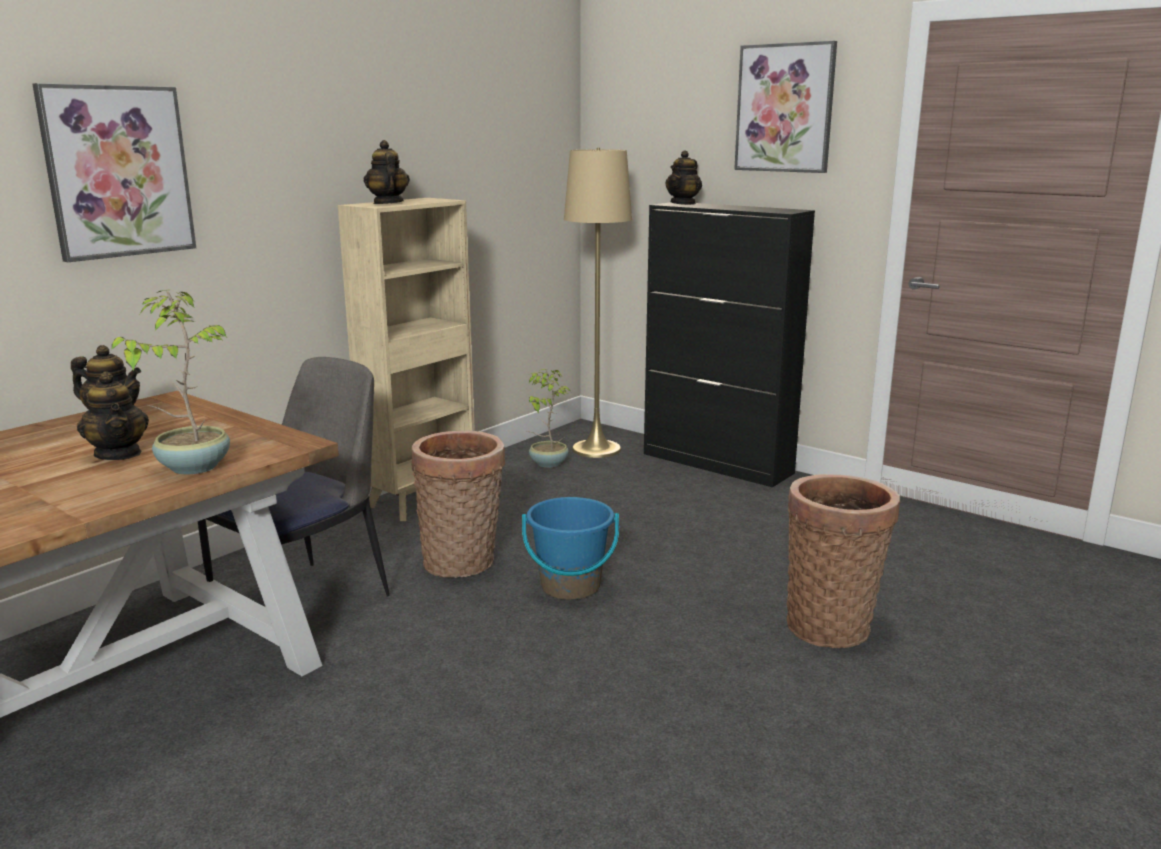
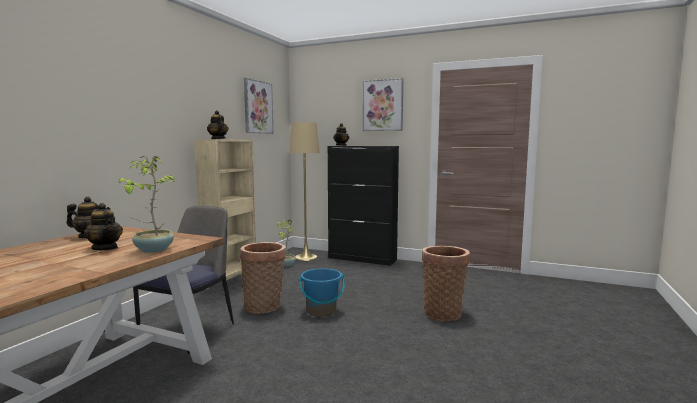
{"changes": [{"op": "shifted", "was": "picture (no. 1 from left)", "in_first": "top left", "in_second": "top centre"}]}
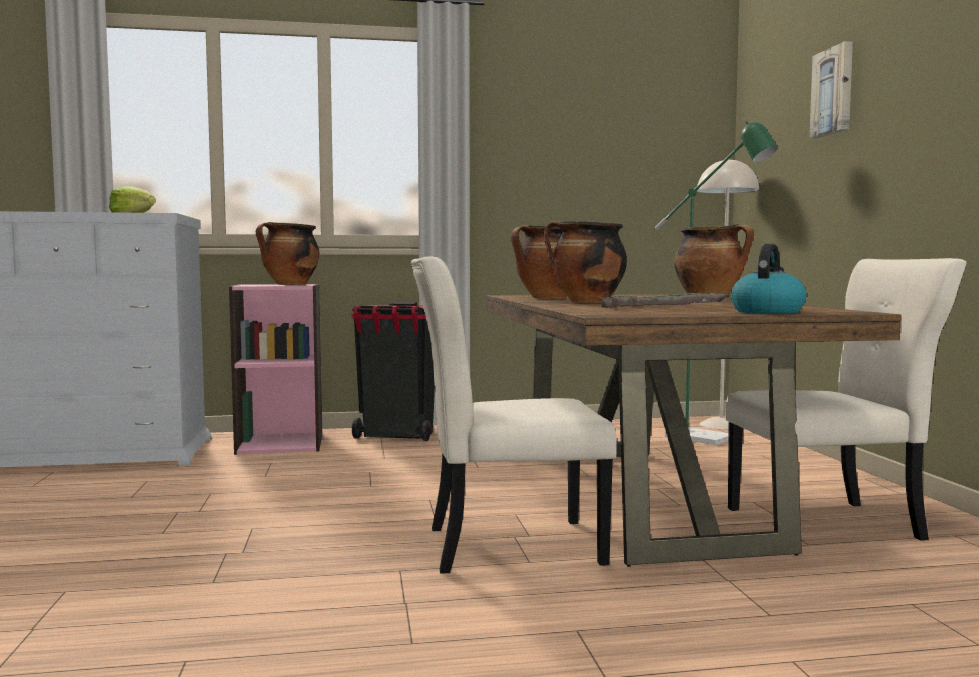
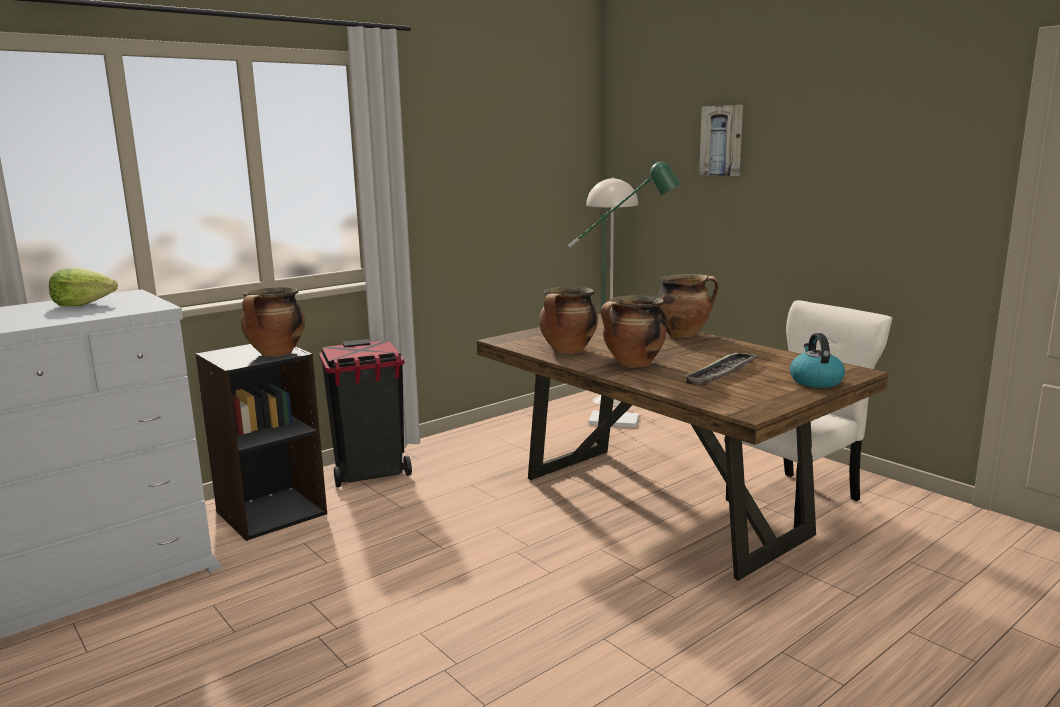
{"changes": [{"op": "gone", "was": "beige chair (no. 1 from left)", "in_first": "centre"}, {"op": "repainted", "was": "pink bookcase", "now": "black bookcase", "in_first": "middle left", "in_second": "middle left"}]}
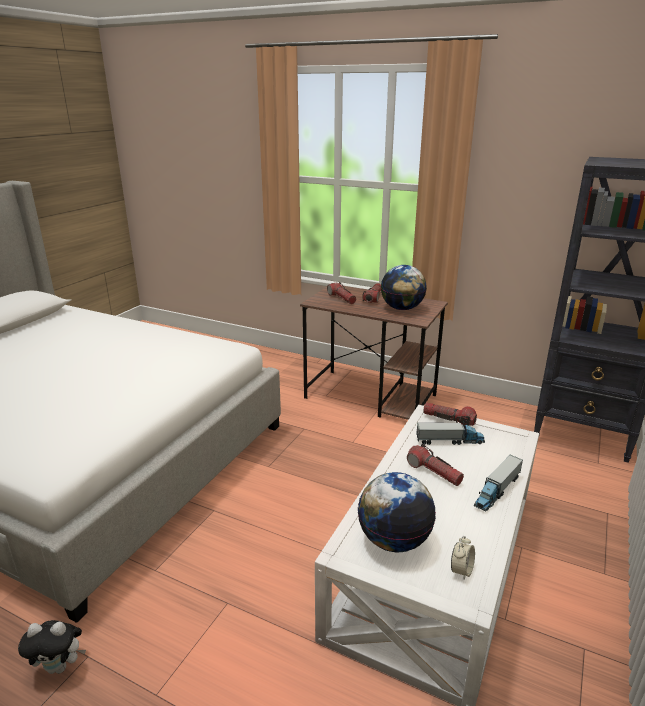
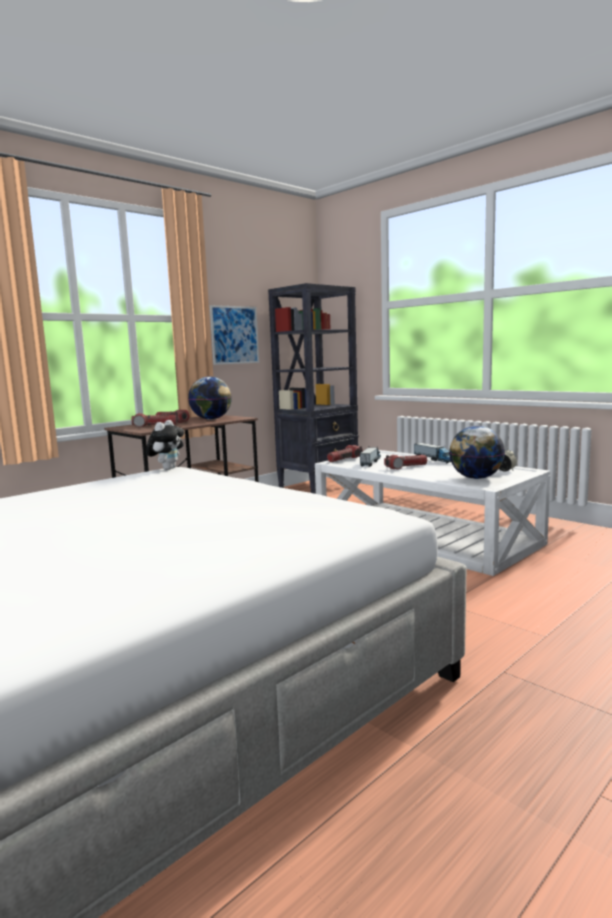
{"changes": [{"op": "shifted", "was": "plush toy", "in_first": "bottom left", "in_second": "middle left"}, {"op": "new", "now": "picture", "in_second": "centre"}]}
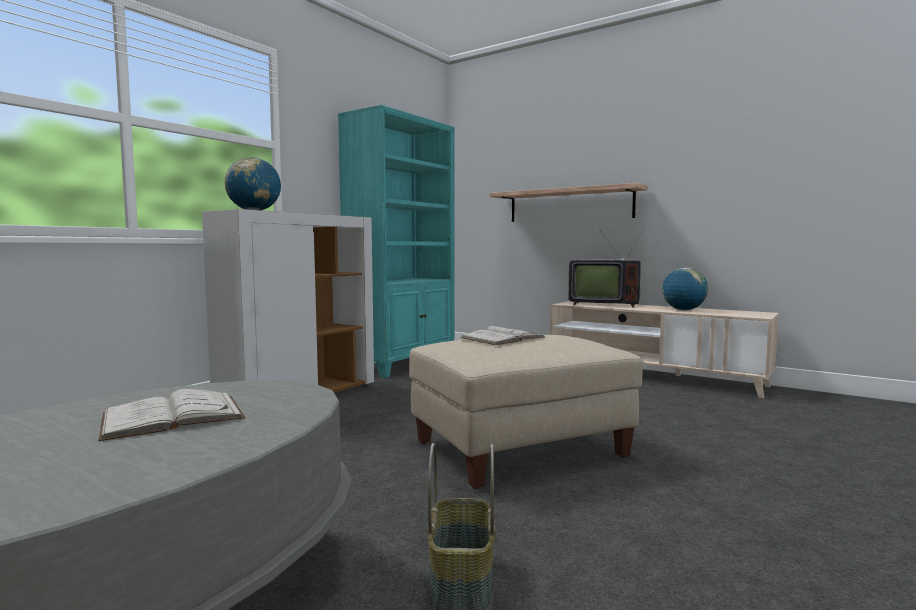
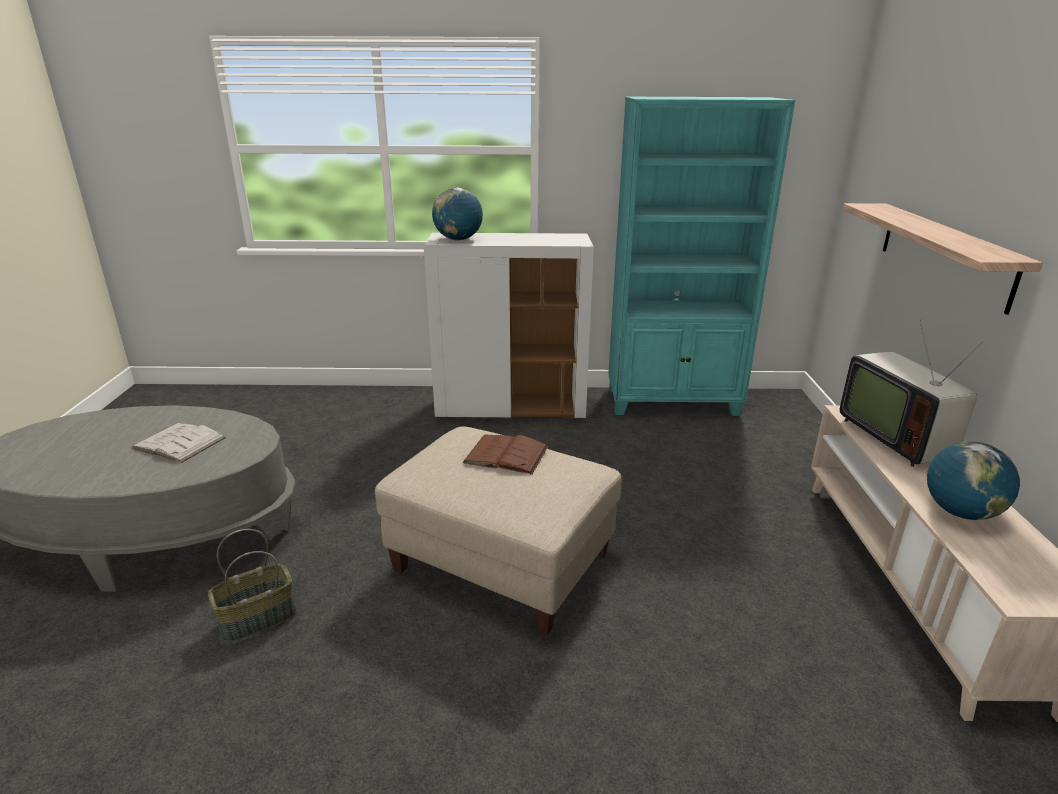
{"changes": [{"op": "repainted", "was": "white book (no. 2 from left)", "now": "brown book", "in_first": "centre", "in_second": "centre"}]}
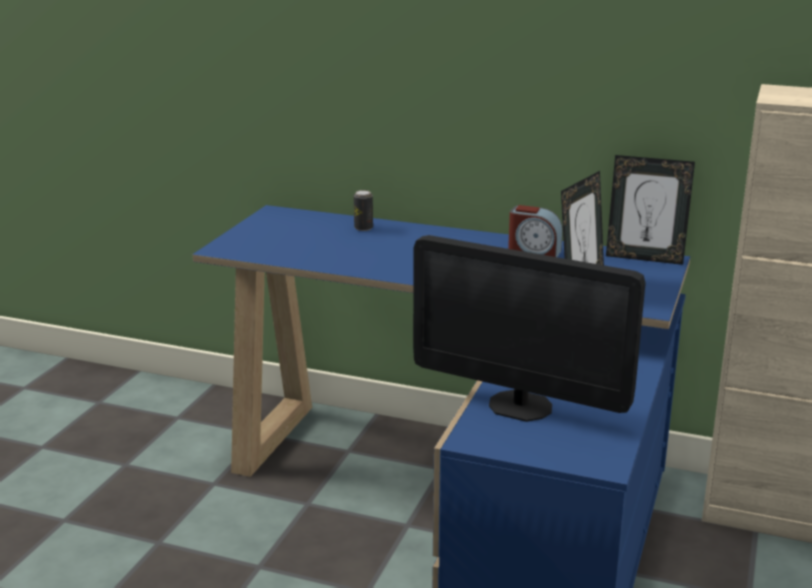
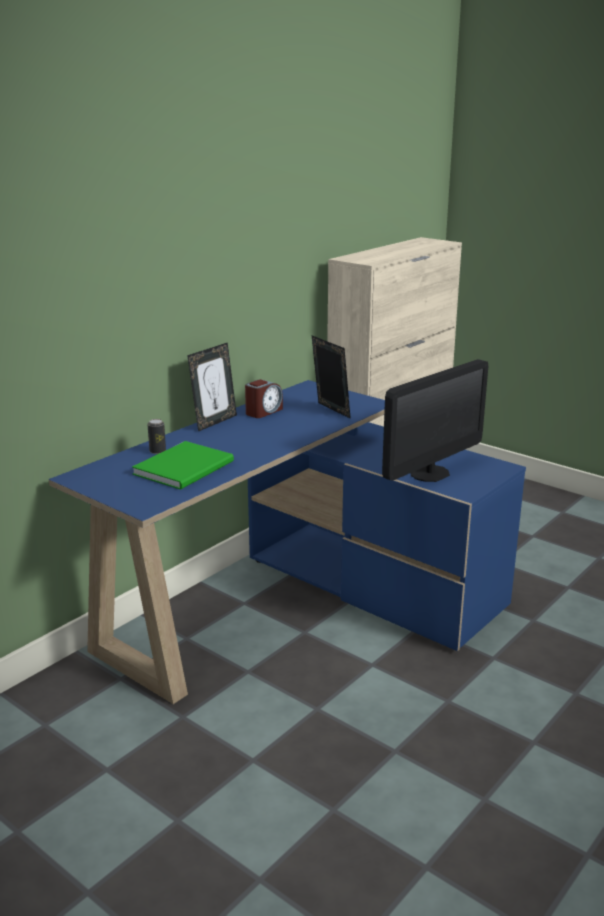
{"changes": [{"op": "shifted", "was": "picture frame (no. 2 from left in the first image)", "now": "picture frame (no. 1 from left)", "in_first": "middle right", "in_second": "centre"}, {"op": "new", "now": "green book", "in_second": "middle left"}]}
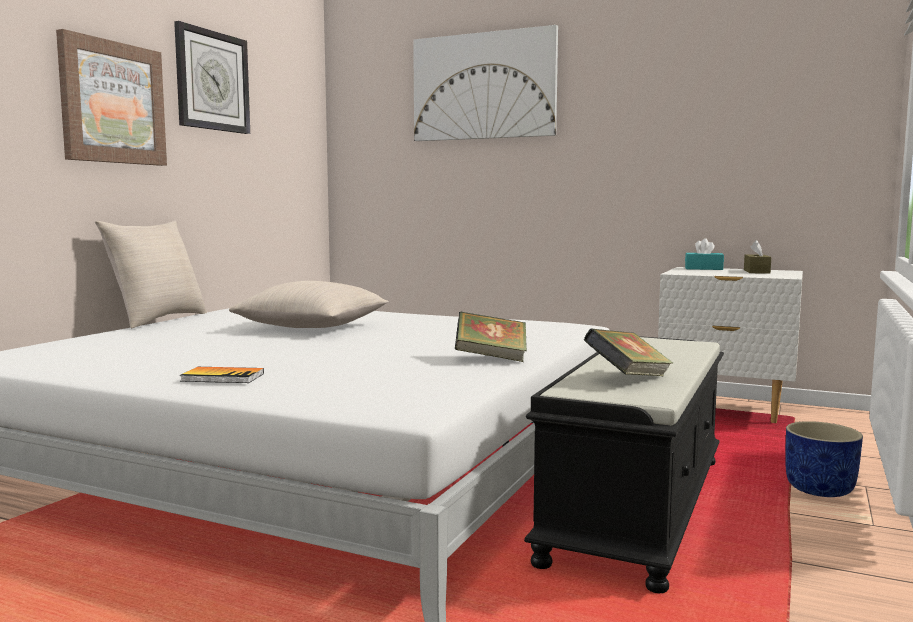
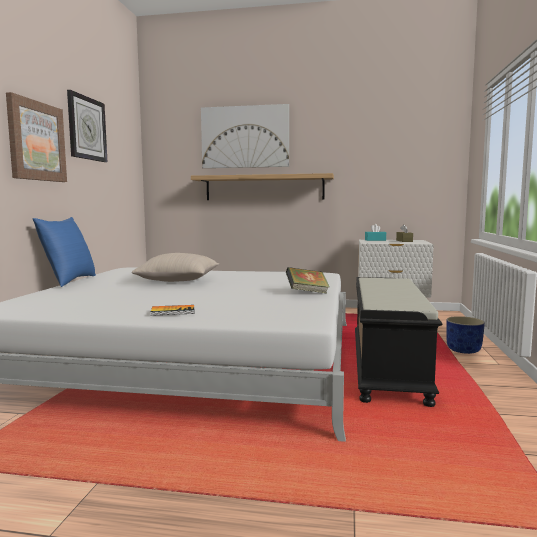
{"changes": [{"op": "repainted", "was": "beige pillow (no. 1 from left)", "now": "blue pillow", "in_first": "middle left", "in_second": "middle left"}, {"op": "gone", "was": "book (no. 3 from left)", "in_first": "middle right"}, {"op": "new", "now": "shelf", "in_second": "centre"}]}
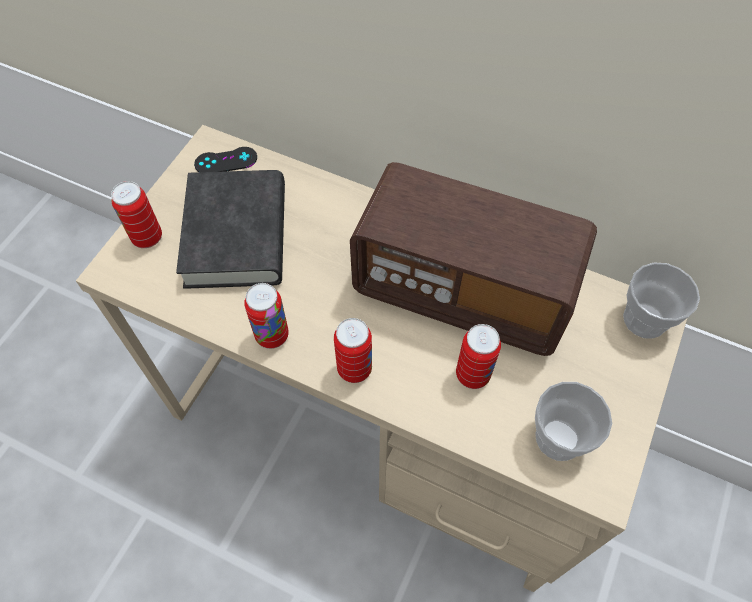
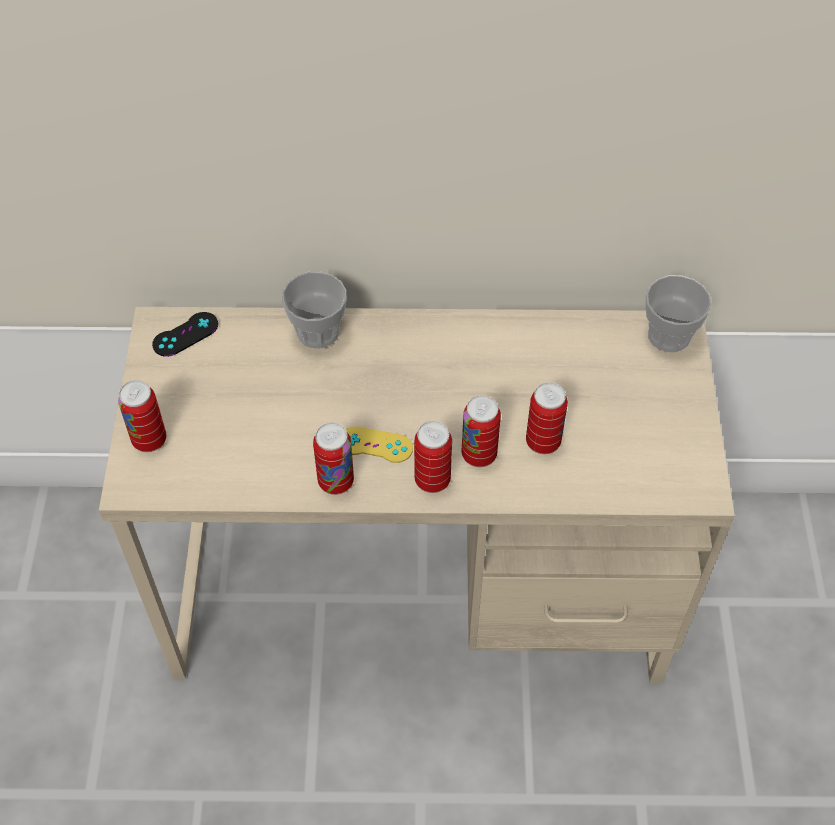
{"changes": [{"op": "gone", "was": "radio", "in_first": "centre"}, {"op": "gone", "was": "black book", "in_first": "middle left"}, {"op": "shifted", "was": "cup (no. 1 from left)", "in_first": "bottom right", "in_second": "centre"}, {"op": "new", "now": "can (no. 4 from left)", "in_second": "centre"}, {"op": "new", "now": "yellow game controller", "in_second": "centre"}]}
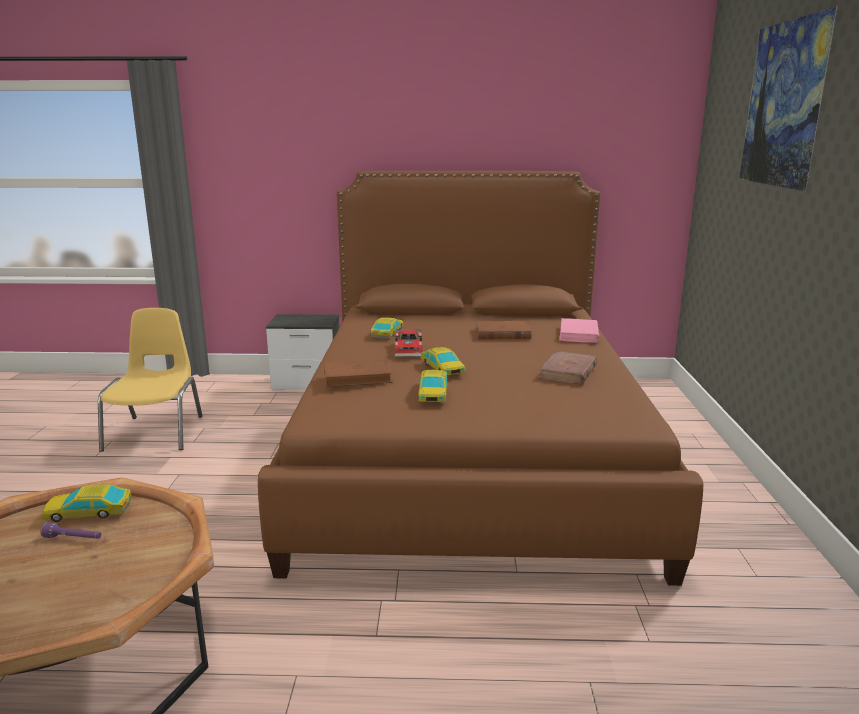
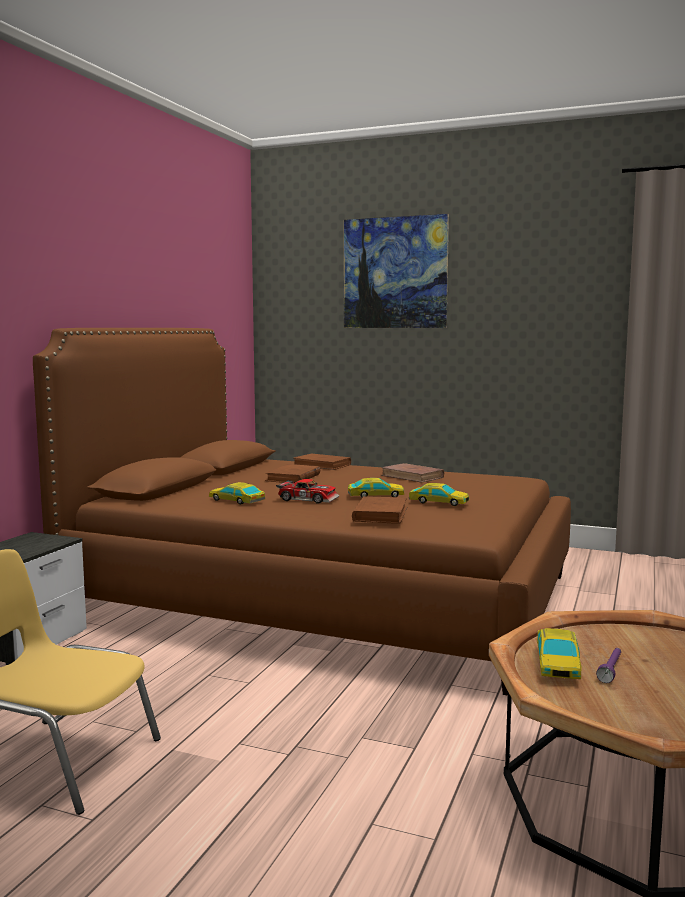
{"changes": [{"op": "repainted", "was": "pink book", "now": "brown book (no. 2 from left)", "in_first": "middle right", "in_second": "centre"}]}
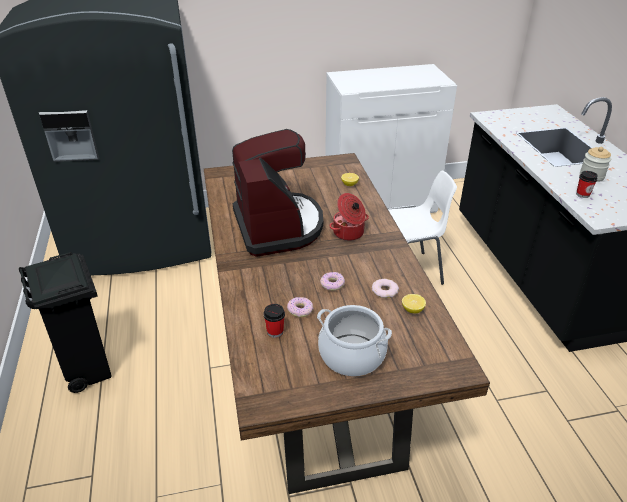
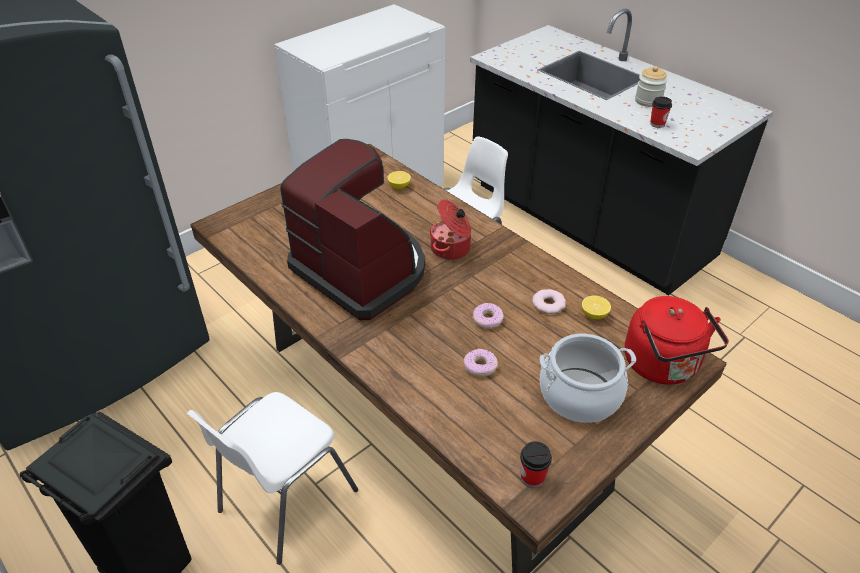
{"changes": [{"op": "shifted", "was": "cup (no. 1 from left)", "in_first": "centre", "in_second": "bottom centre"}, {"op": "new", "now": "red kettle", "in_second": "middle right"}, {"op": "new", "now": "white chair (no. 1 from left)", "in_second": "bottom left"}]}
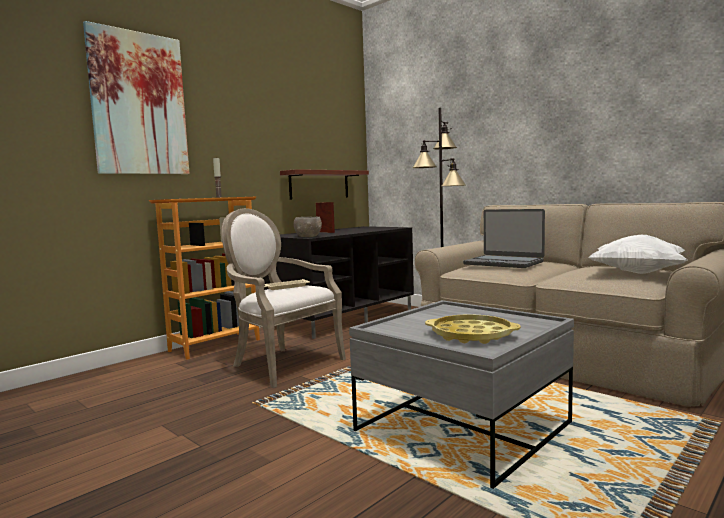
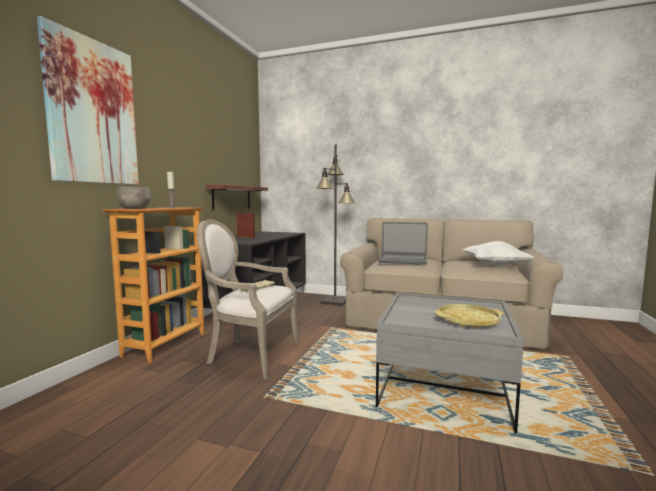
{"changes": [{"op": "shifted", "was": "grey bowl", "in_first": "centre", "in_second": "middle left"}]}
